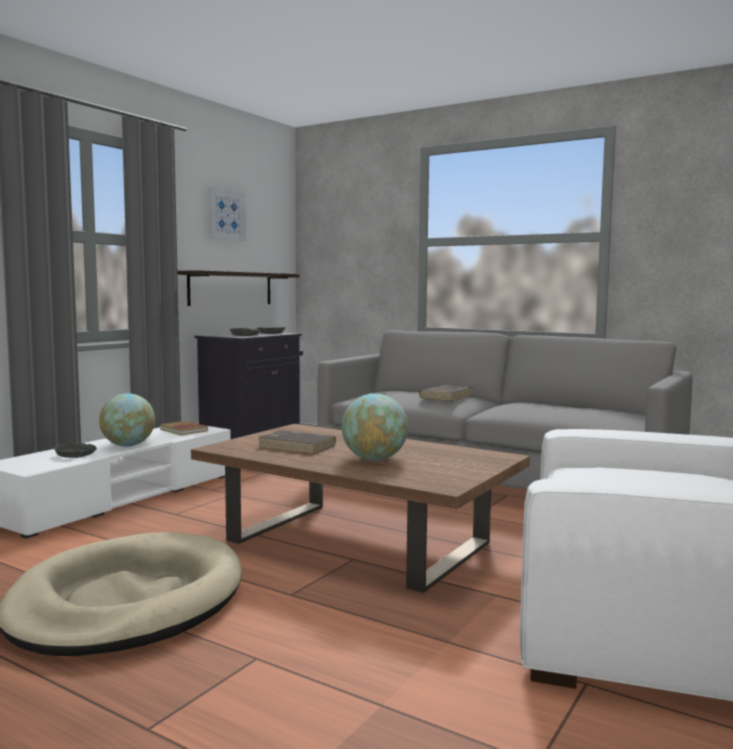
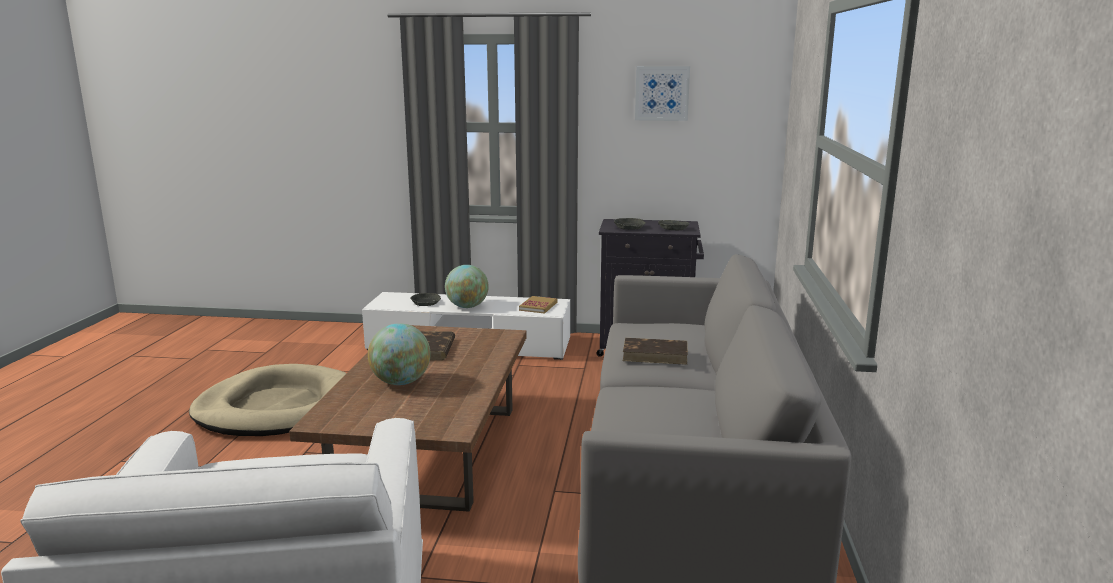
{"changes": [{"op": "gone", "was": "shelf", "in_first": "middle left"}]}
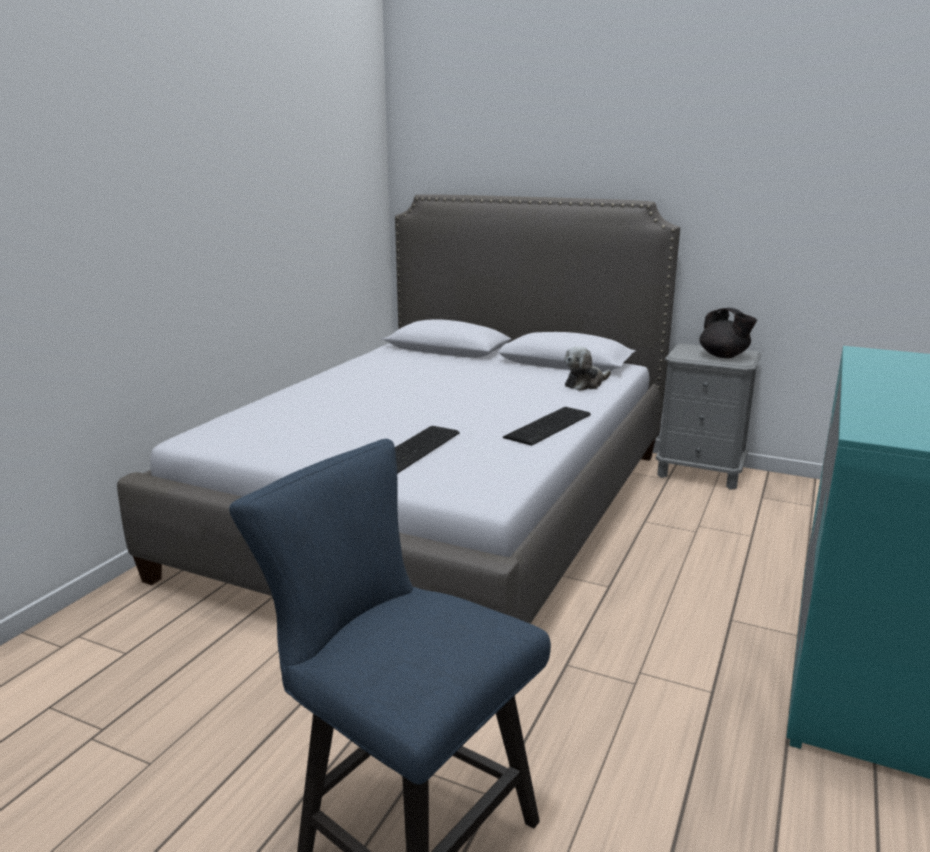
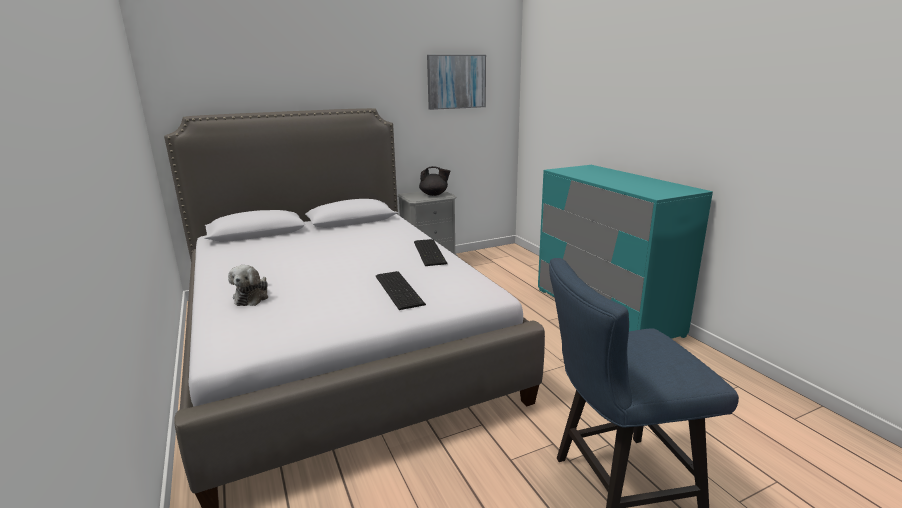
{"changes": [{"op": "shifted", "was": "plush toy", "in_first": "centre", "in_second": "middle left"}, {"op": "new", "now": "picture", "in_second": "top centre"}]}
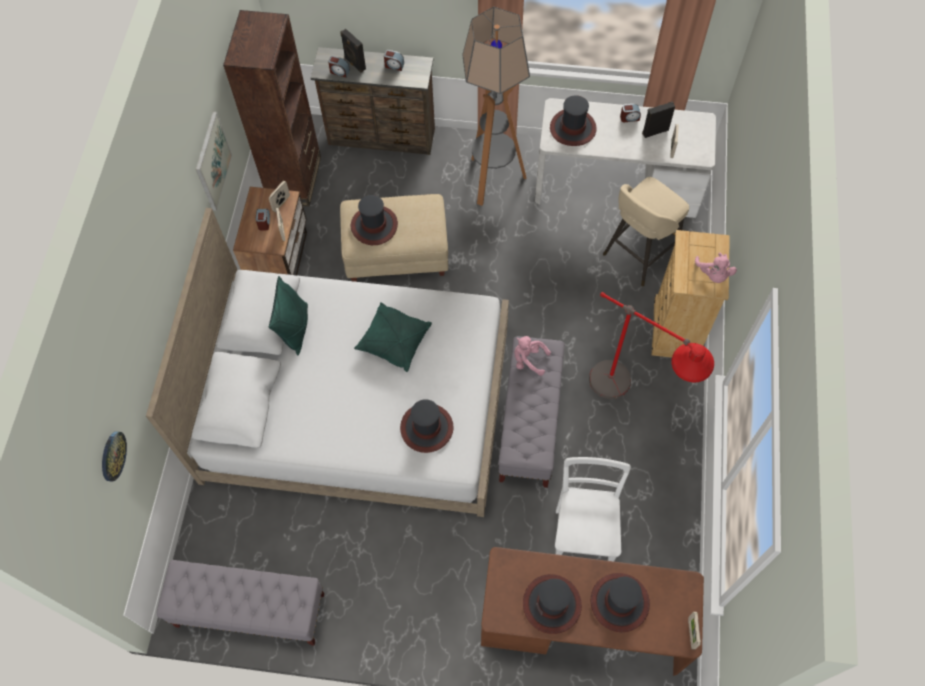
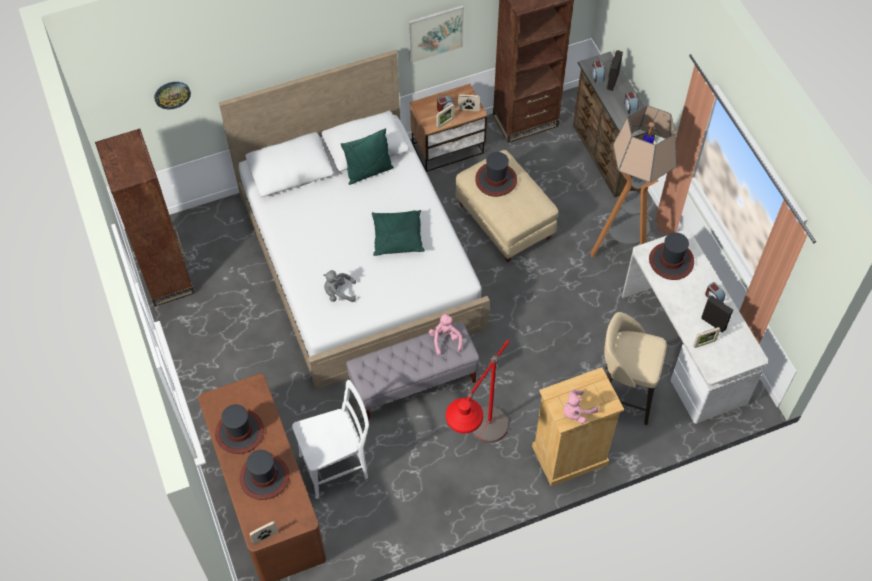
{"changes": [{"op": "swapped", "was": "hat (no. 2 from left)", "now": "grey plush toy", "in_first": "centre", "in_second": "centre"}, {"op": "swapped", "was": "grey bench (no. 1 from left)", "now": "brown bookcase (no. 1 from left)", "in_first": "bottom left", "in_second": "middle left"}]}
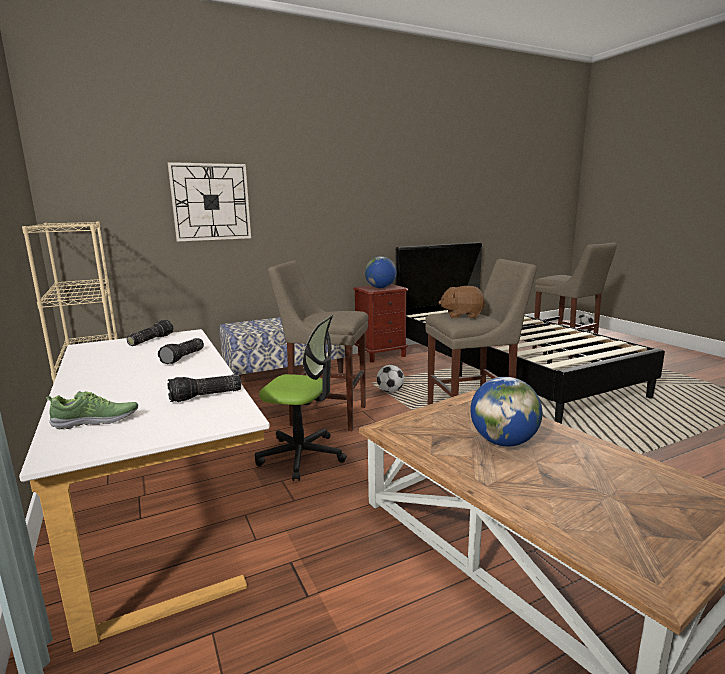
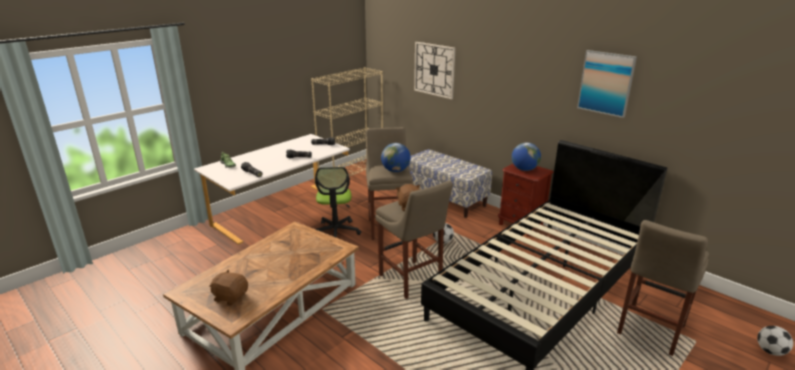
{"changes": [{"op": "shifted", "was": "globe (no. 2 from left in the first image)", "now": "globe (no. 1 from left)", "in_first": "middle right", "in_second": "centre"}, {"op": "new", "now": "picture", "in_second": "top right"}, {"op": "new", "now": "brown plush toy (no. 1 from left)", "in_second": "bottom left"}]}
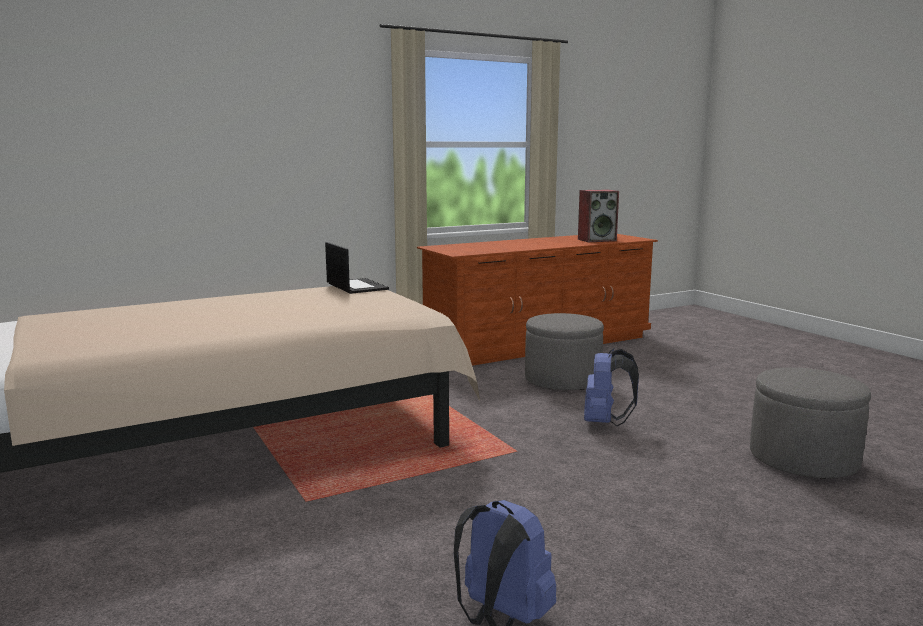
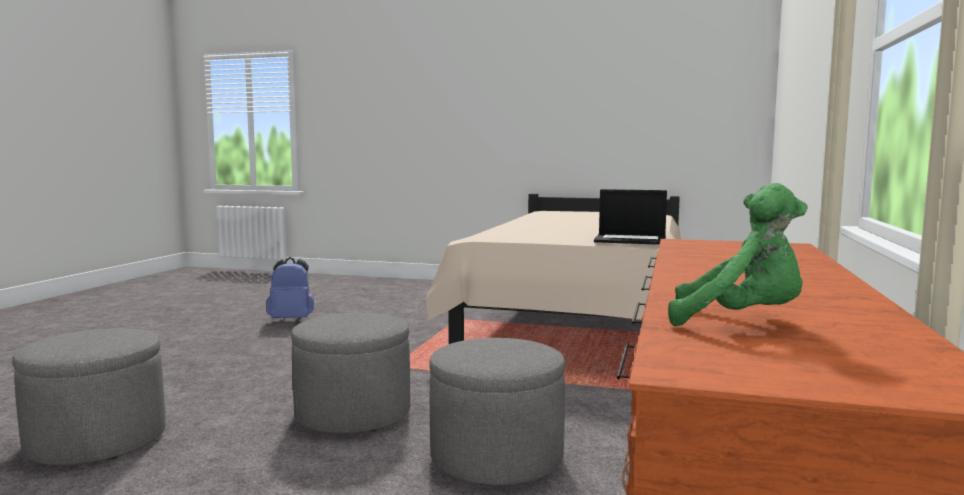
{"changes": [{"op": "swapped", "was": "speaker", "now": "green plush toy", "in_first": "centre", "in_second": "middle right"}, {"op": "swapped", "was": "blue backpack (no. 2 from left)", "now": "grey ottoman (no. 2 from left)", "in_first": "centre", "in_second": "bottom centre"}]}
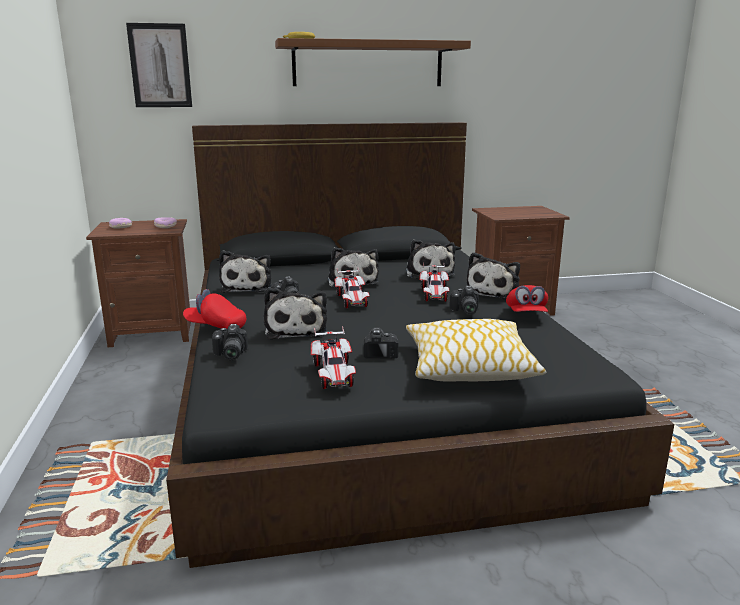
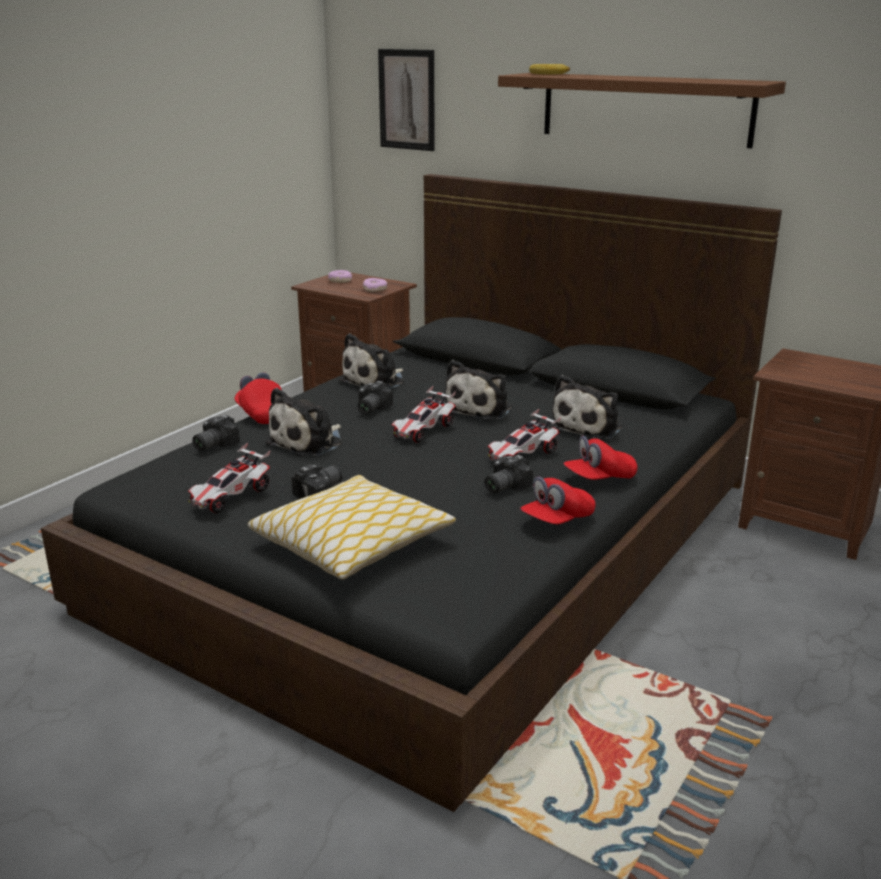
{"changes": [{"op": "swapped", "was": "plush toy (no. 5 from left)", "now": "red cap (no. 3 from left)", "in_first": "centre", "in_second": "middle right"}]}
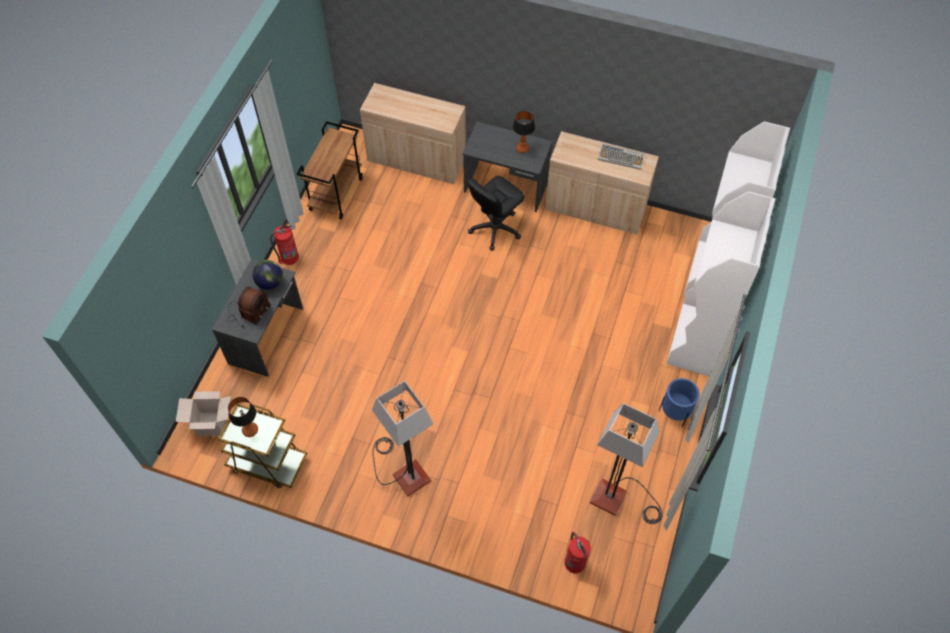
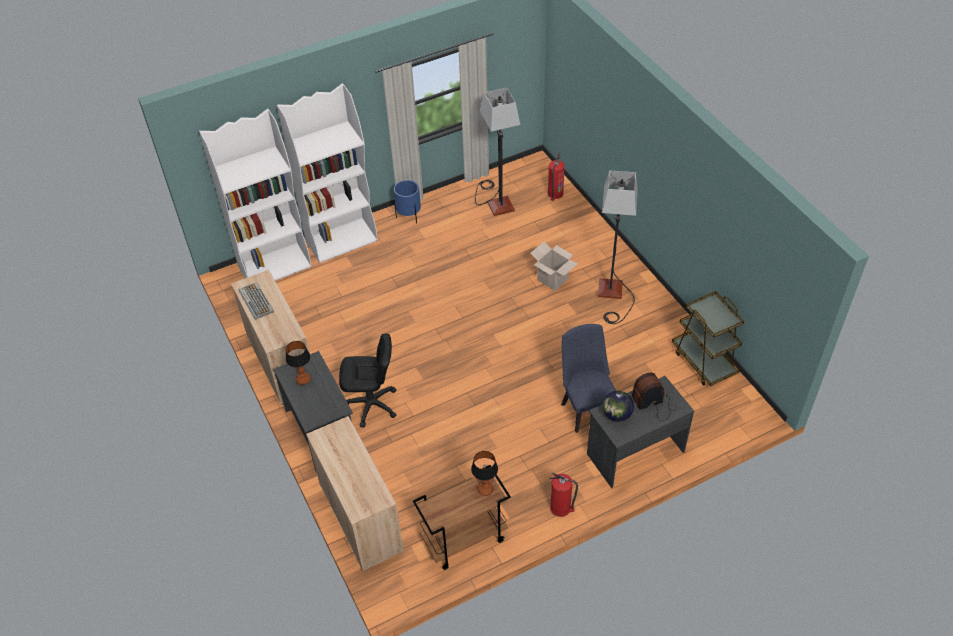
{"changes": [{"op": "shifted", "was": "cardboard box", "in_first": "middle left", "in_second": "centre"}, {"op": "shifted", "was": "table lamp (no. 1 from left in the first image)", "now": "table lamp (no. 2 from left)", "in_first": "middle left", "in_second": "bottom centre"}, {"op": "new", "now": "blue chair", "in_second": "centre"}]}
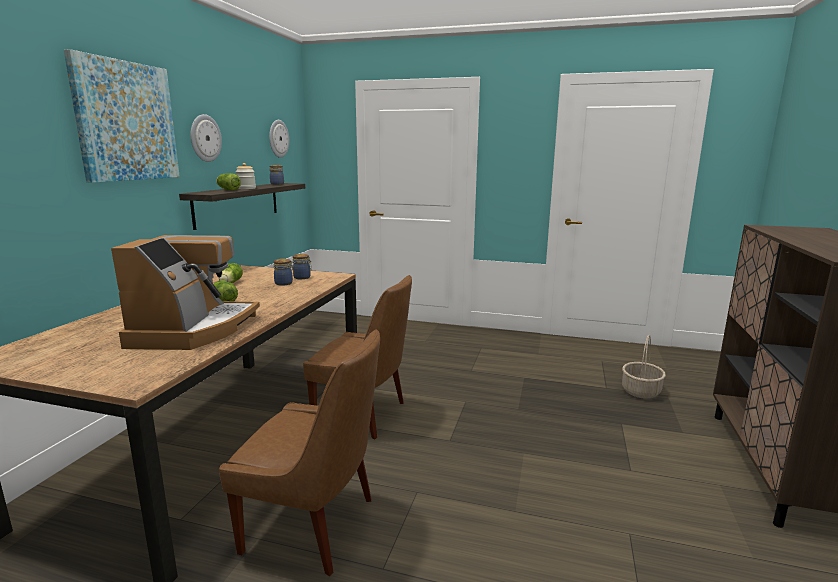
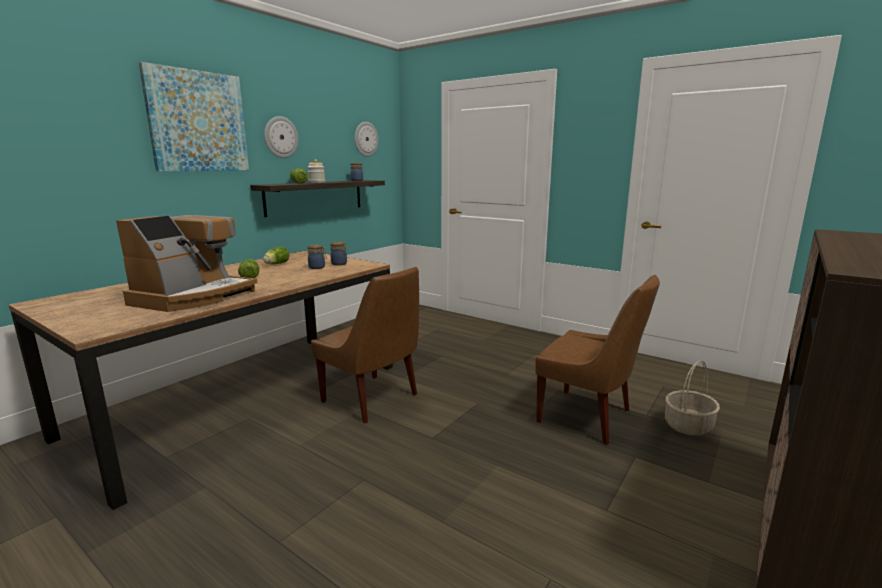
{"changes": [{"op": "shifted", "was": "brown chair (no. 1 from left in the first image)", "now": "brown chair (no. 2 from left)", "in_first": "bottom centre", "in_second": "middle right"}]}
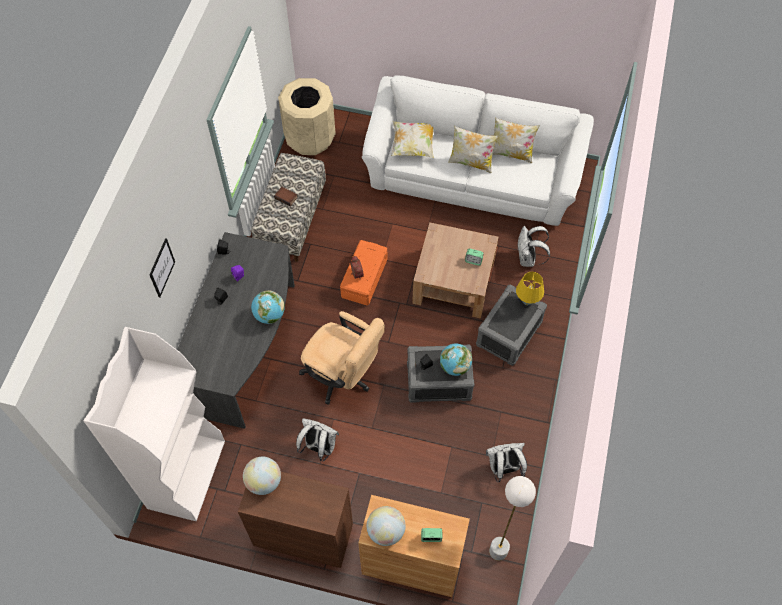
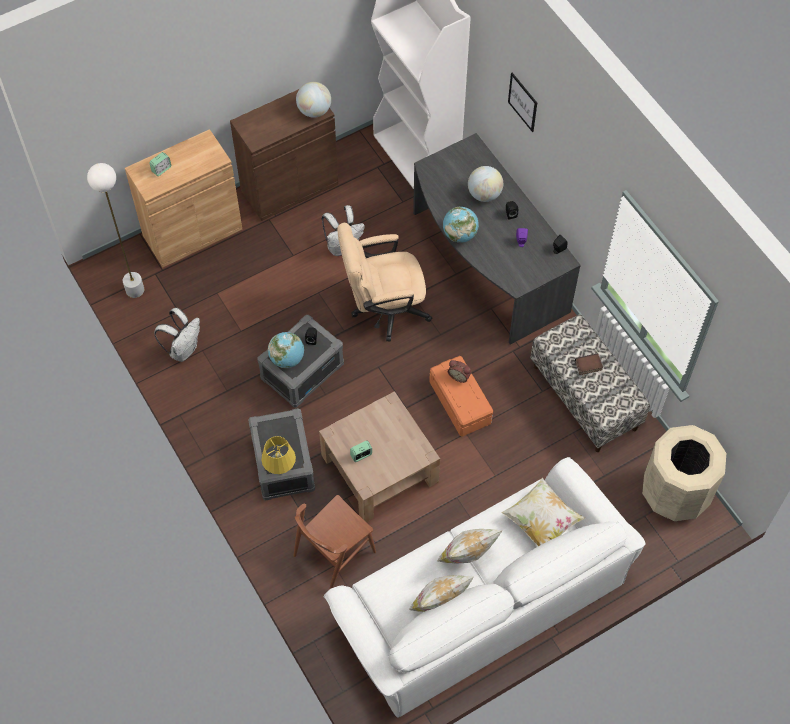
{"changes": [{"op": "swapped", "was": "white backpack (no. 3 from left)", "now": "brown chair", "in_first": "middle right", "in_second": "bottom centre"}, {"op": "shifted", "was": "globe (no. 3 from left in the first image)", "now": "globe (no. 4 from left)", "in_first": "bottom centre", "in_second": "top centre"}]}
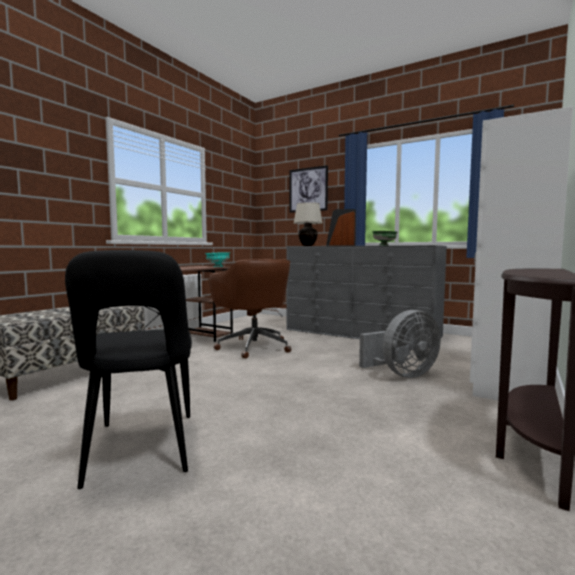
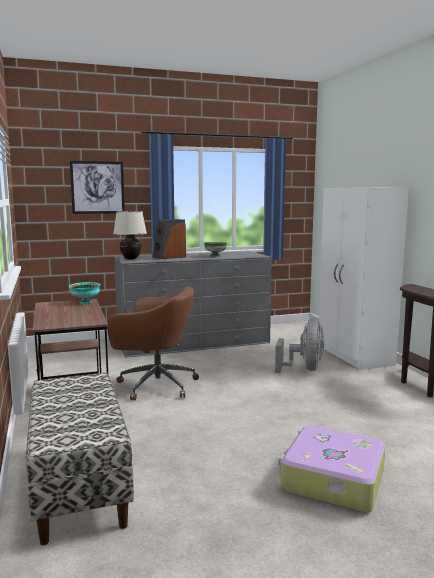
{"changes": [{"op": "swapped", "was": "black chair", "now": "suitcase", "in_first": "middle left", "in_second": "bottom right"}]}
